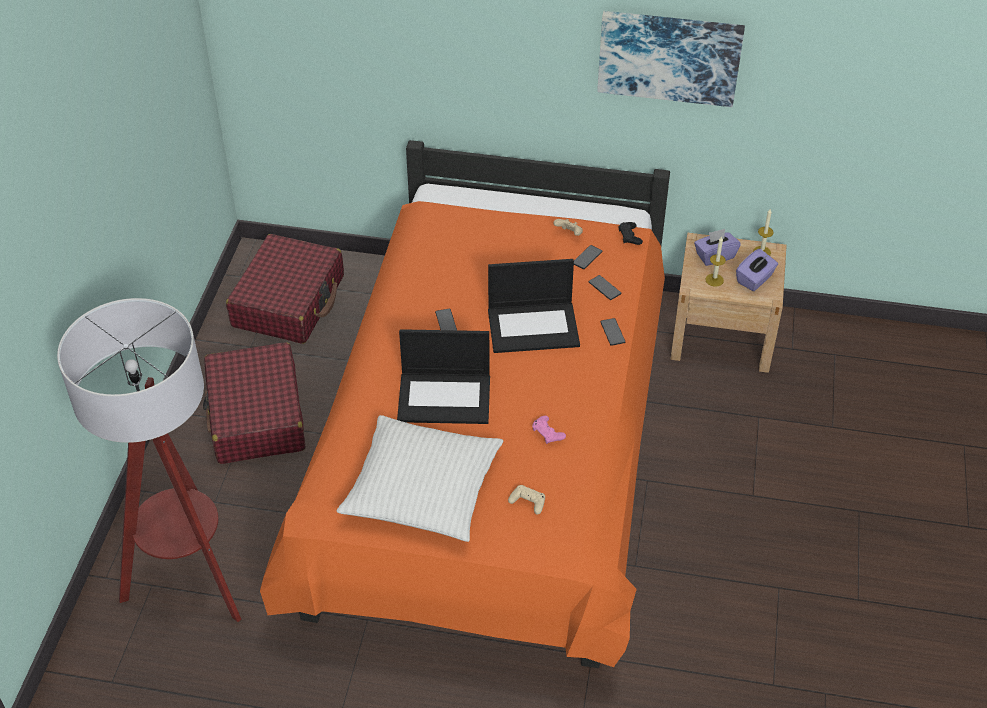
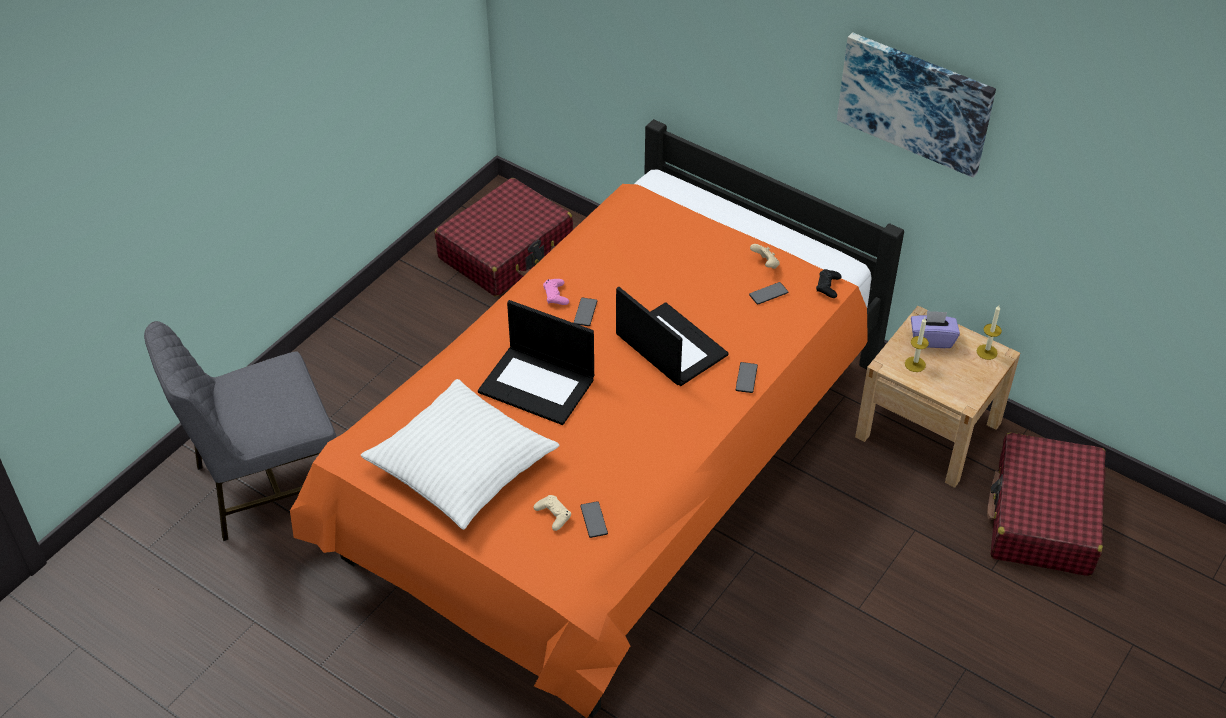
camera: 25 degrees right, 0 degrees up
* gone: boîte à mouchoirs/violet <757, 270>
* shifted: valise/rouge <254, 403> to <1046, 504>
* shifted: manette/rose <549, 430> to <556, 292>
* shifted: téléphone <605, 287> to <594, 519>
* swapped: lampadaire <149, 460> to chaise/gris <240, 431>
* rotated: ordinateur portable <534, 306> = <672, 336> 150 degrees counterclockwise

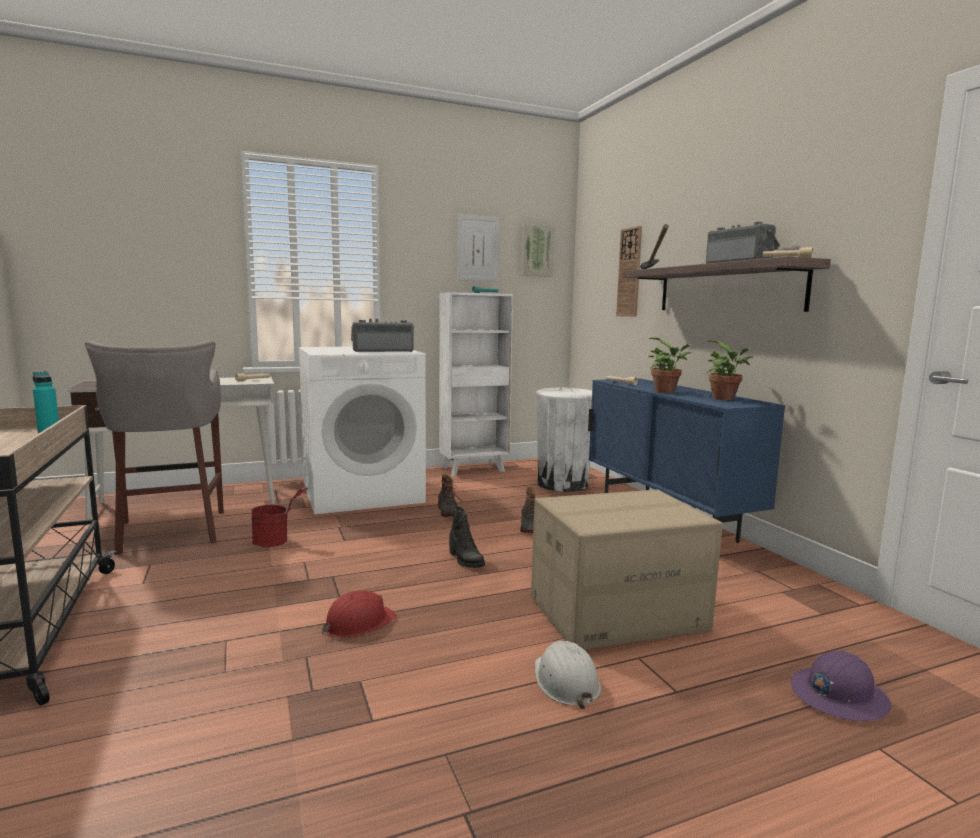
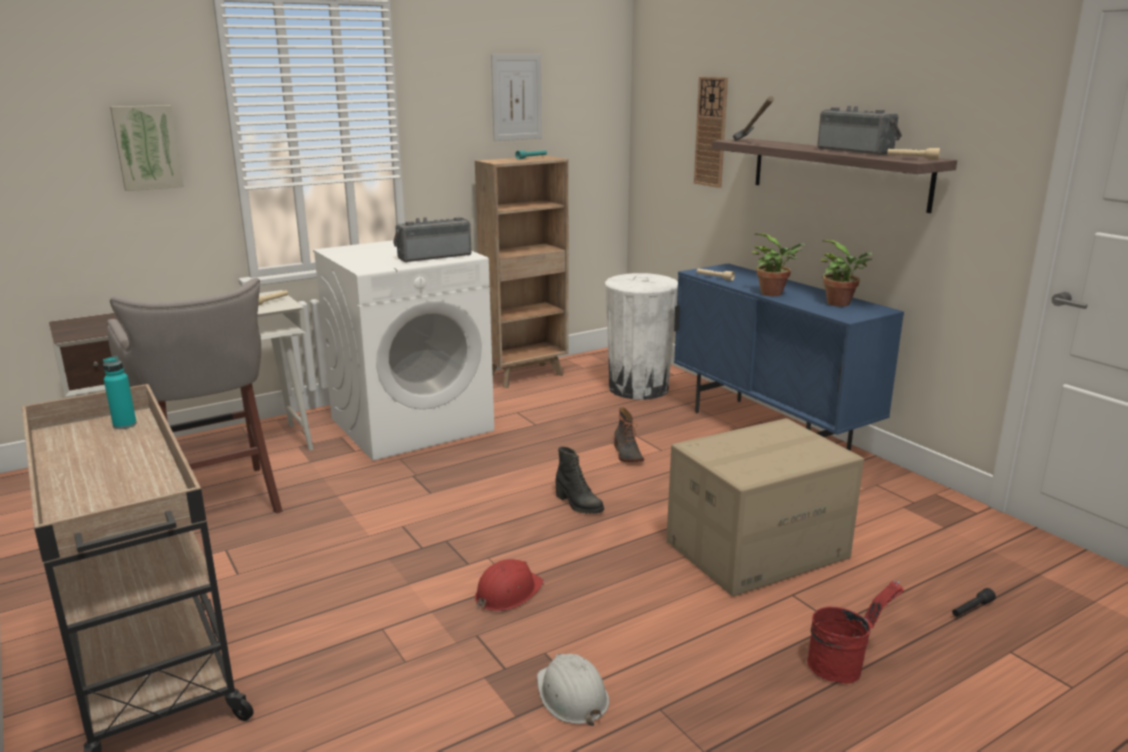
camera: 10 degrees left, 10 degrees up
* gone: botte <448, 496>
* shifted: seau/rouge <279, 517> to <855, 632>
* shifted: tableau <538, 250> to <147, 148>
* shifted: casque de chantier/blanc <568, 675> to <573, 690>
* swapped: casque de chantier/violet <841, 686> to lampe de poche/noir <974, 602>
* repainted: bibliothèque/blanc <476, 384> to bibliothèque/marron <521, 272>

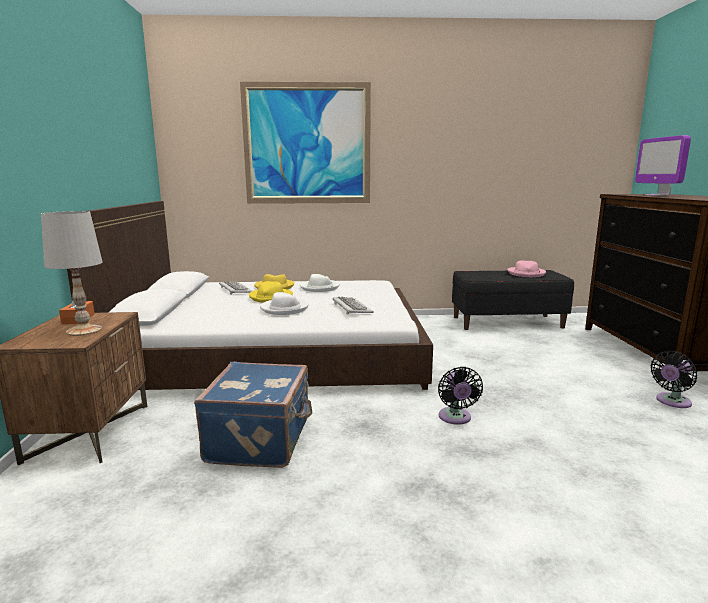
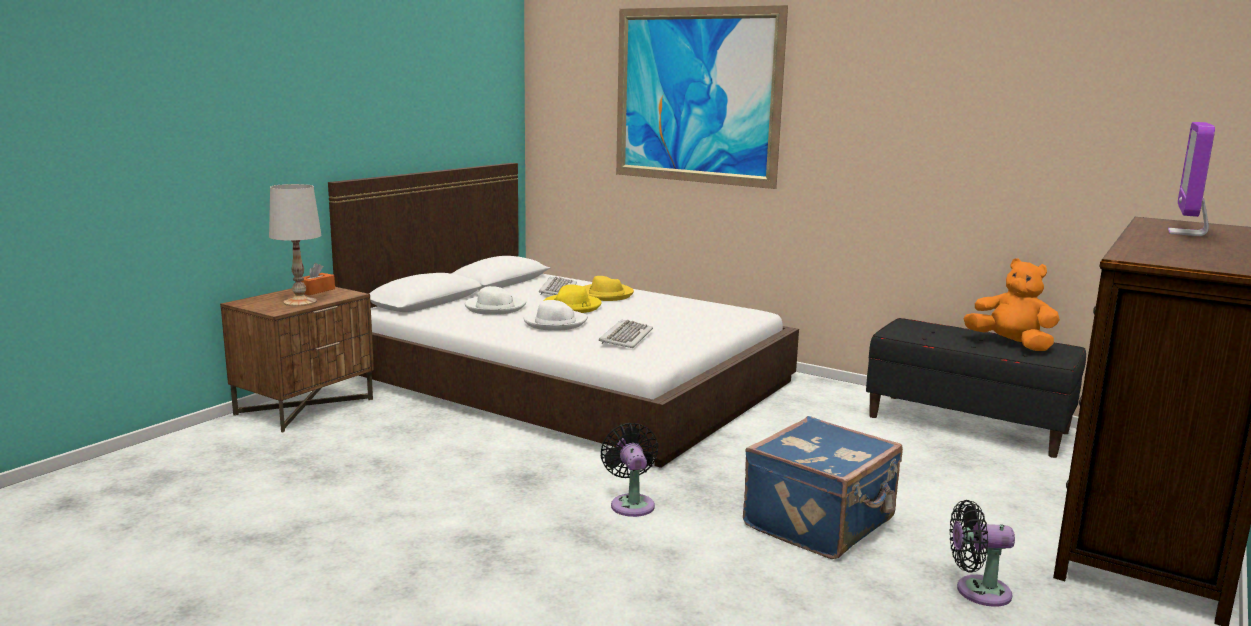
camera: 35 degrees right, 0 degrees up
* shifted: valise/bleu <253, 415> to <823, 487>
* shifted: chapeau/blanc <320, 283> to <495, 300>
* swapped: chapeau/rose <526, 268> to peluche/orange <1012, 304>
* rotated: ventilateur/noir <460, 396> = <630, 470> 135 degrees clockwise

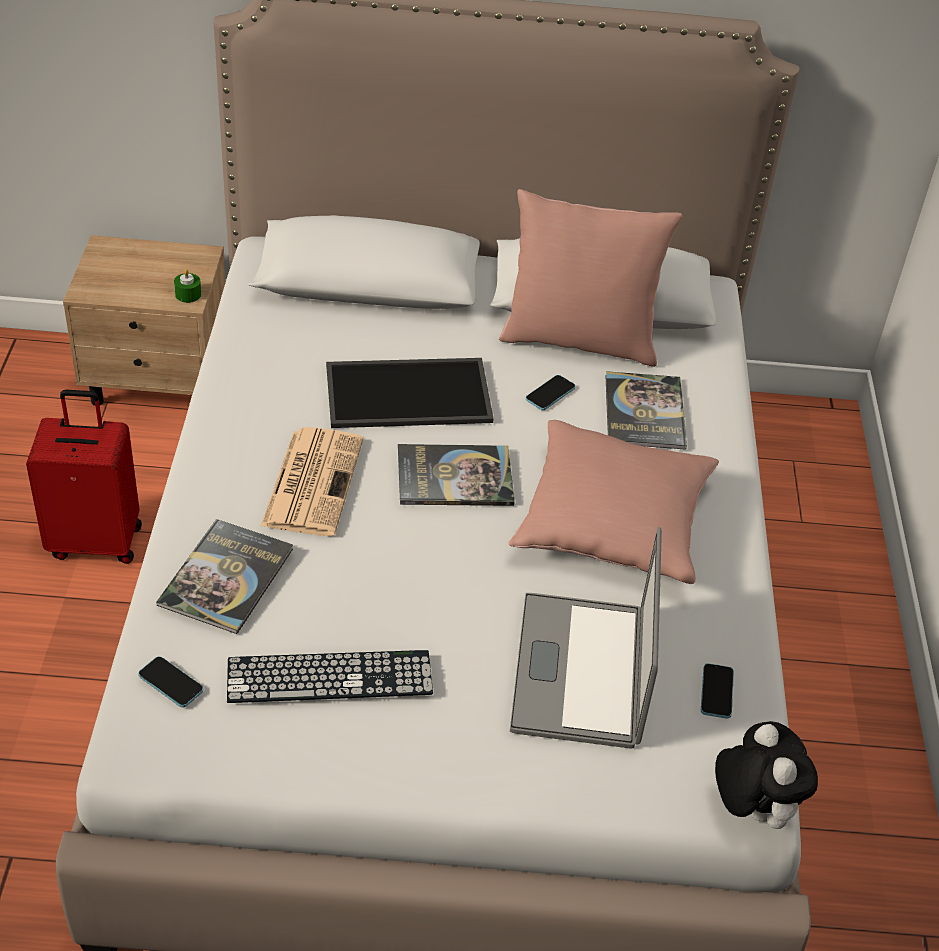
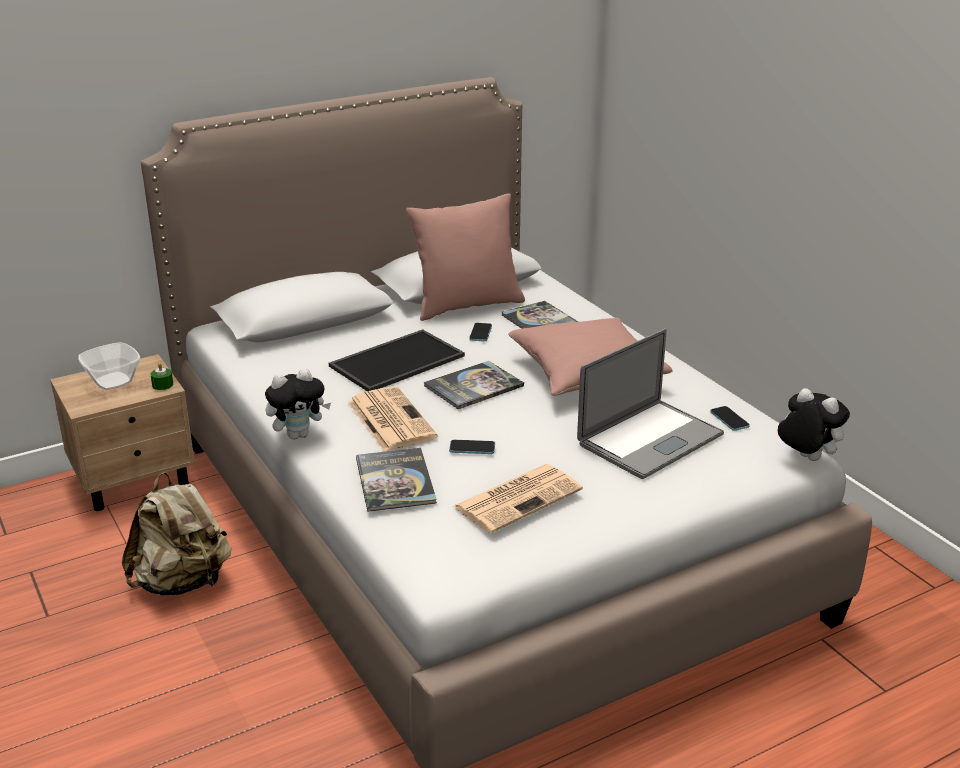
camera: 30 degrees left, 15 degrees down
* new: bol <109, 366>
* new: peluche <298, 404>
* shifted: téléphone <171, 682> to <472, 447>
* swapped: valise/rouge <84, 477> to sac à dos/beige <176, 534>
* swapped: clavier <330, 676> to journal <517, 498>
* rotated: ordinateur portable <586, 637> = <650, 404> 105 degrees counterclockwise

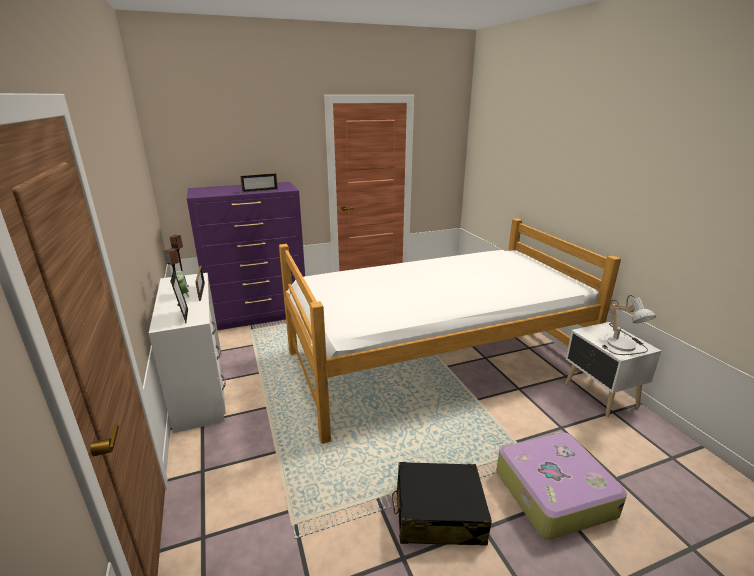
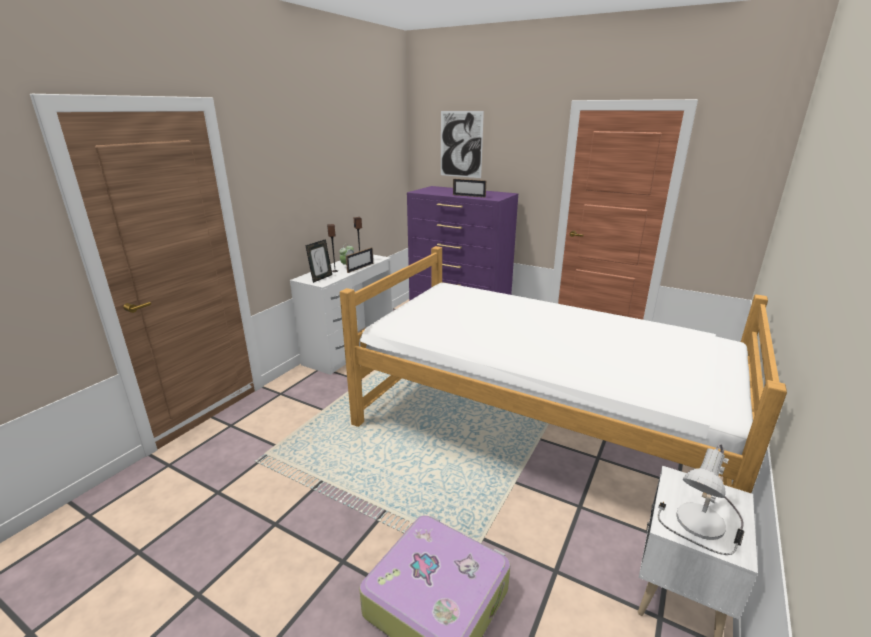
camera: 50 degrees right, 0 degrees up
* gone: valise/noir <442, 504>
* new: tableau <462, 144>

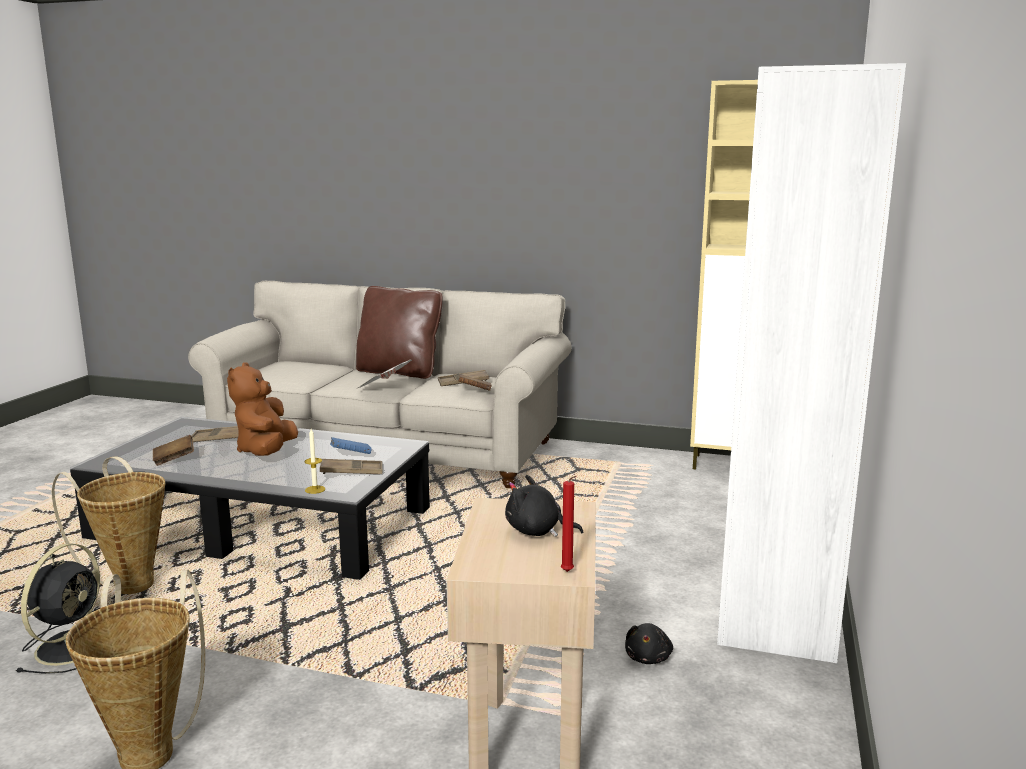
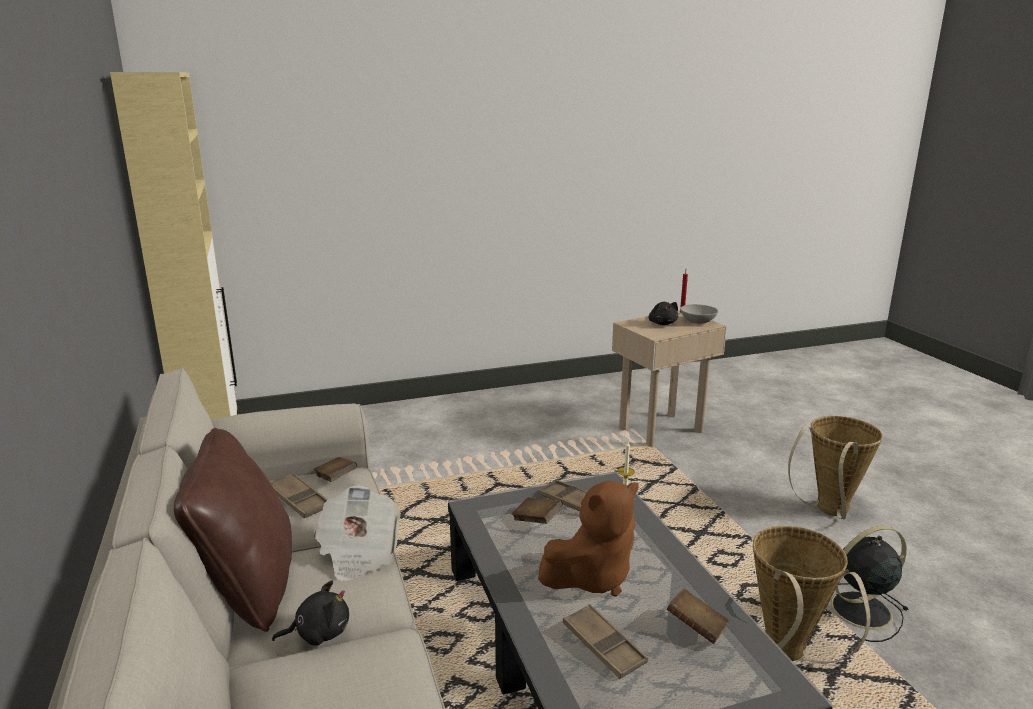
camera: 125 degrees left, 5 degrees up
* gone: bibliothèque/blanc <811, 363>
* new: bol/gris <699, 314>
* shifted: peluche/noir <649, 643> to <310, 613>
* repainted: livre/bleu <351, 445> to livre/marron <537, 510>

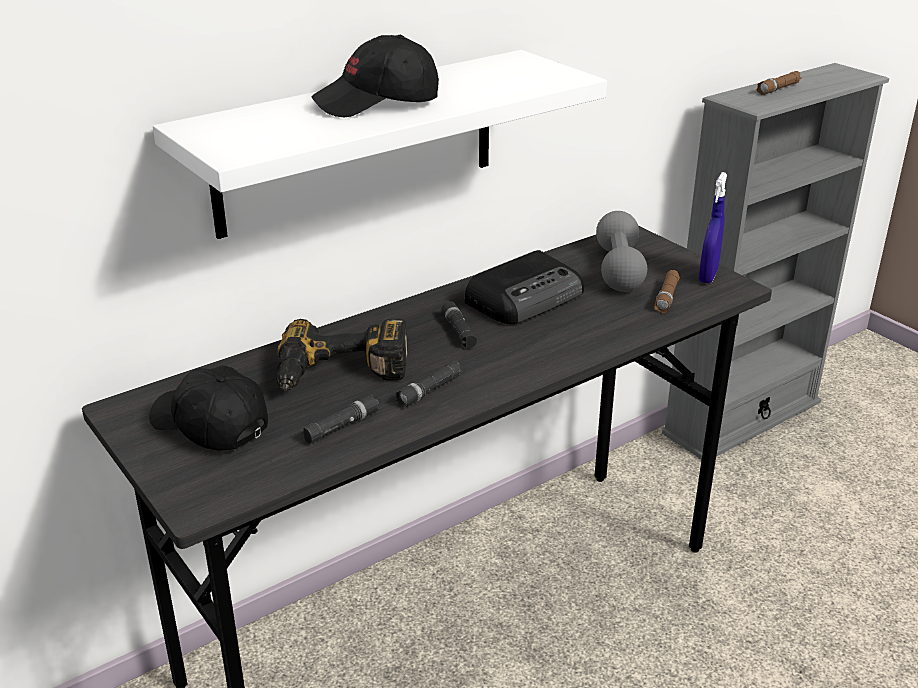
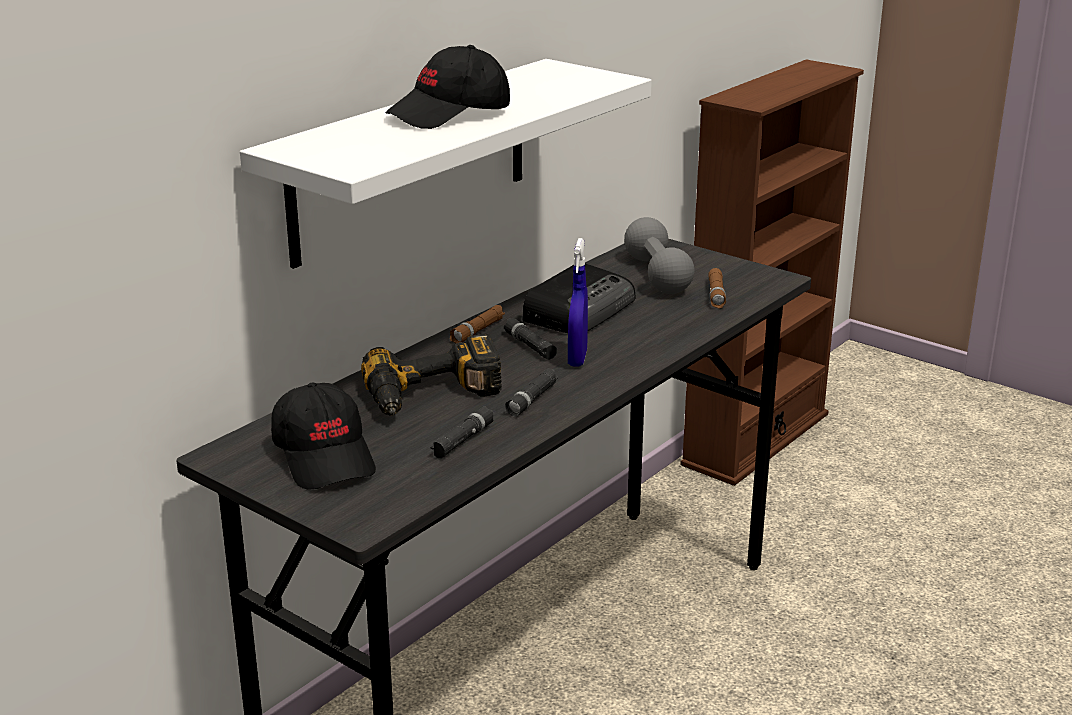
camera: 15 degrees left, 5 degrees down
* shifted: vaporisateur/bleu <713, 227> to <578, 302>
* shifted: lampe de poche/marron <779, 83> to <477, 324>
* repainted: bibliothèque/gris <775, 261> to bibliothèque/marron <772, 272>
* rotated: casquette/noir <208, 408> = <323, 436> 135 degrees counterclockwise

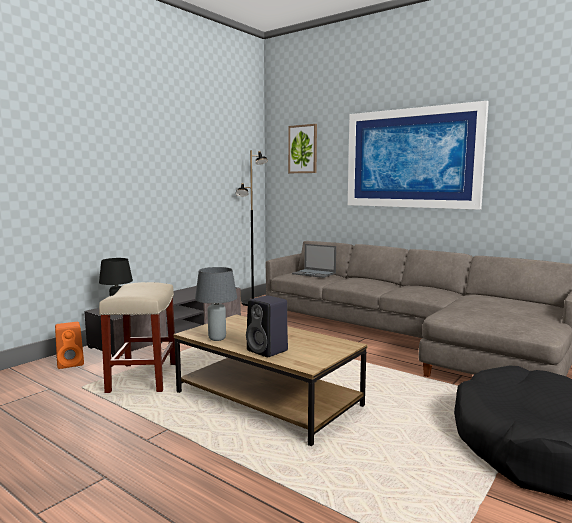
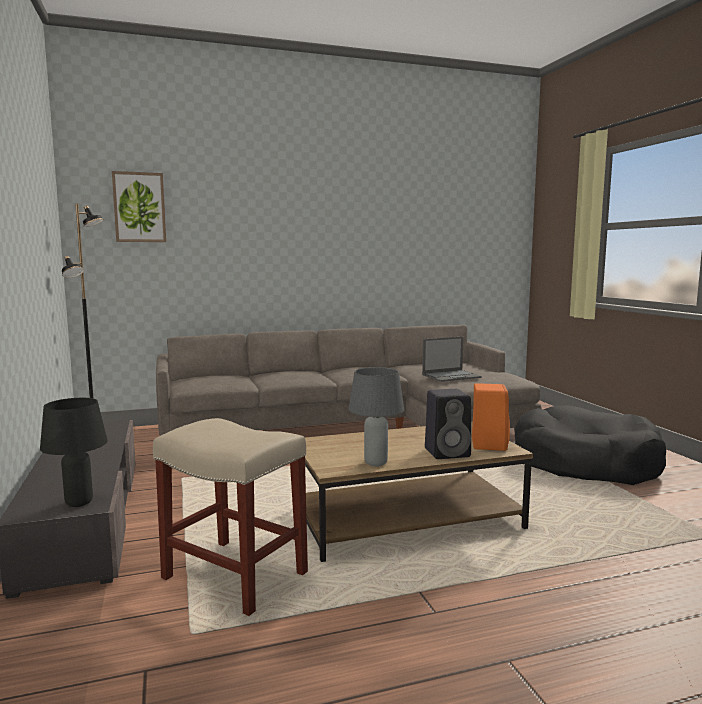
camera: 55 degrees left, 0 degrees up
* gone: tableau <418, 155>
* shifted: enceinte/orange <69, 345> to <491, 417>
* shifted: ordinateur portable <314, 261> to <452, 359>

